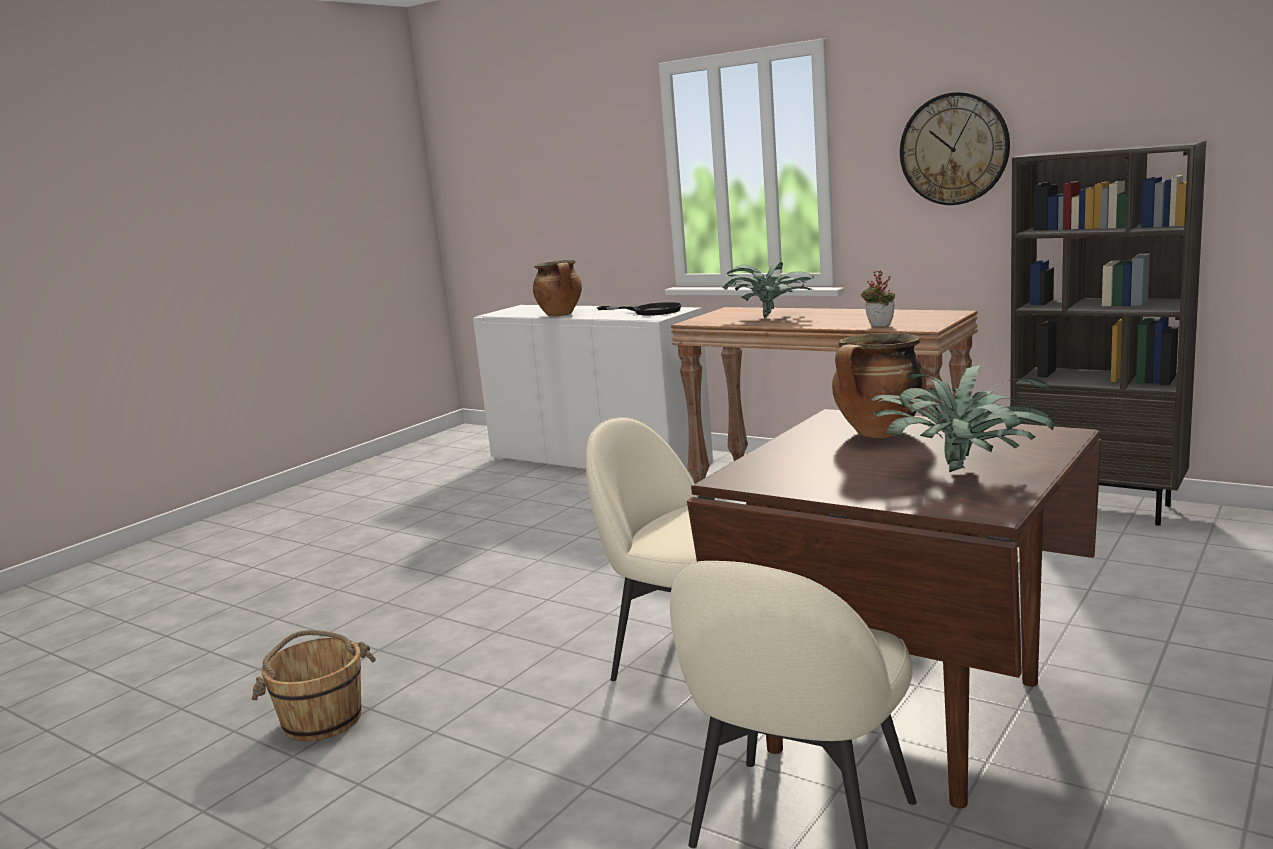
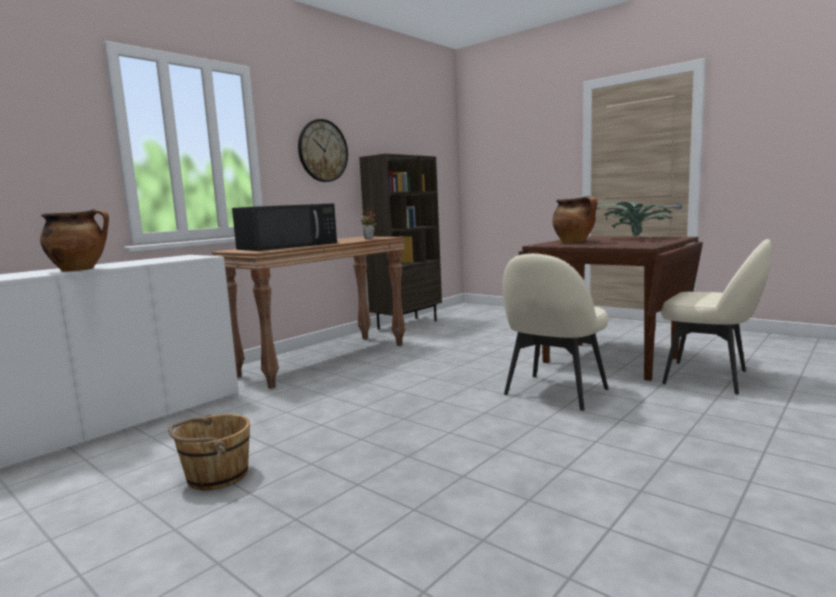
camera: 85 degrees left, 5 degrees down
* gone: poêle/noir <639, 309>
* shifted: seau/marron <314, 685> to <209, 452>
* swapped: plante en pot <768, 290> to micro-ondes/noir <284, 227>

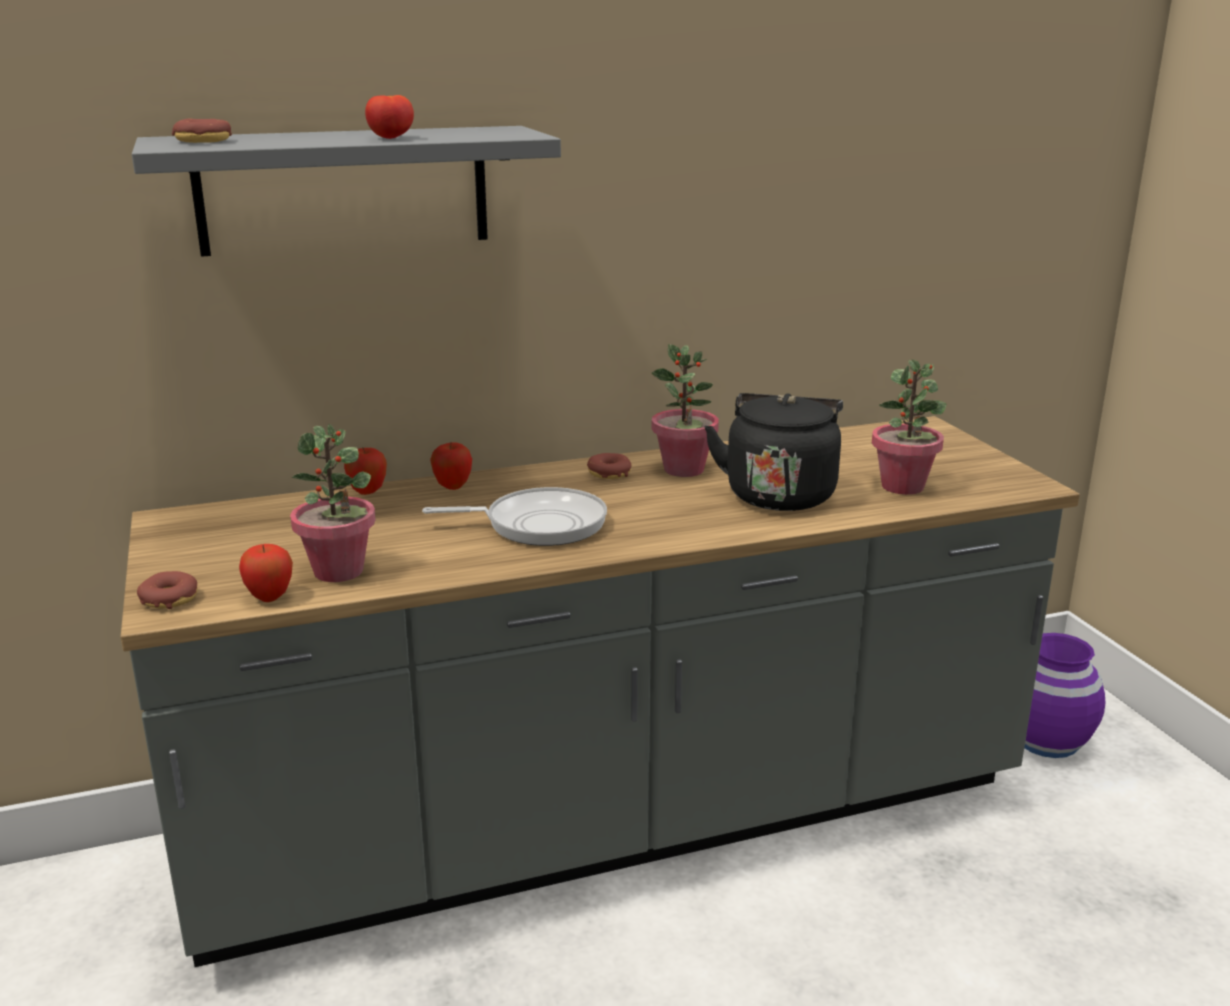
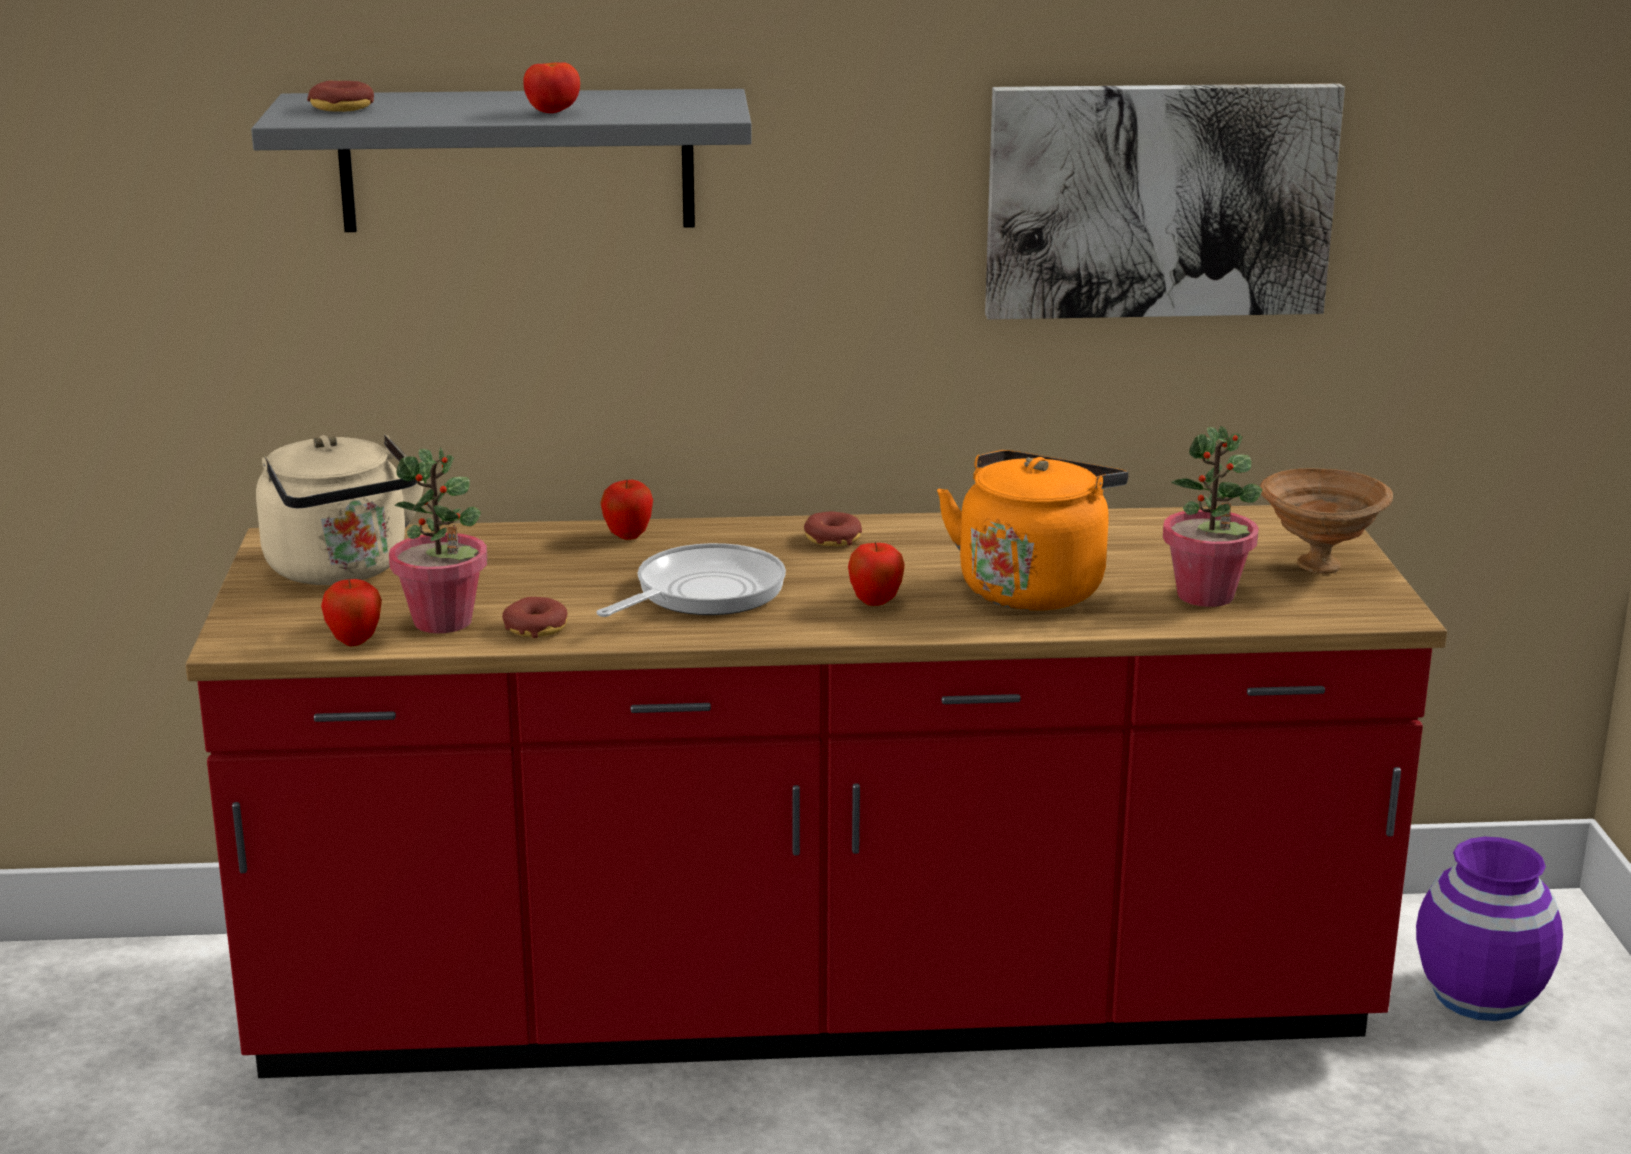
camera: 15 degrees right, 0 degrees up
* gone: plante en pot <685, 410>
* new: bouilloire/beige <340, 509>
* new: tableau <1165, 201>
* new: bol/marron <1326, 521>
* shifted: beignet <167, 590> to <534, 617>
* shifted: pomme <365, 471> to <876, 574>
* repainted: comptoir de cuisine/gris <600, 691> to comptoir de cuisine/rouge <816, 791>
* repainted: bouilloire/noir <773, 452> to bouilloire/orange <1032, 530>
* rotated: poêle <514, 516> = <691, 580> 60 degrees counterclockwise

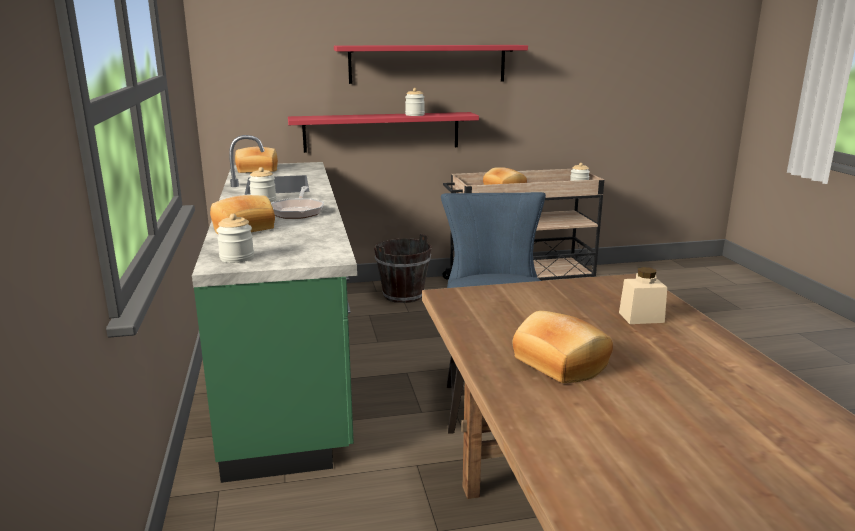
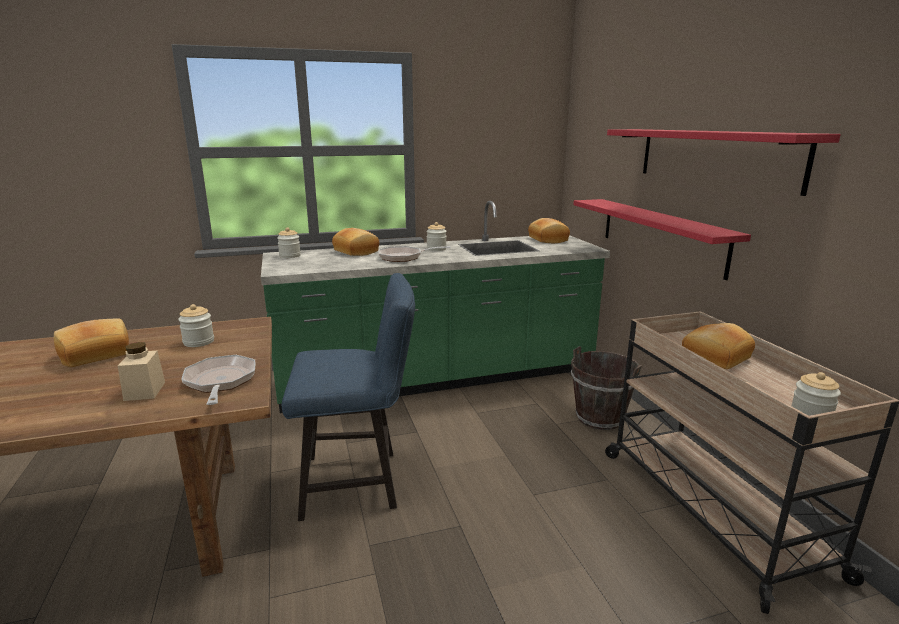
camera: 85 degrees right, 0 degrees up
* new: poêle <218, 380>
* shifted: bocal <415, 102> to <196, 325>

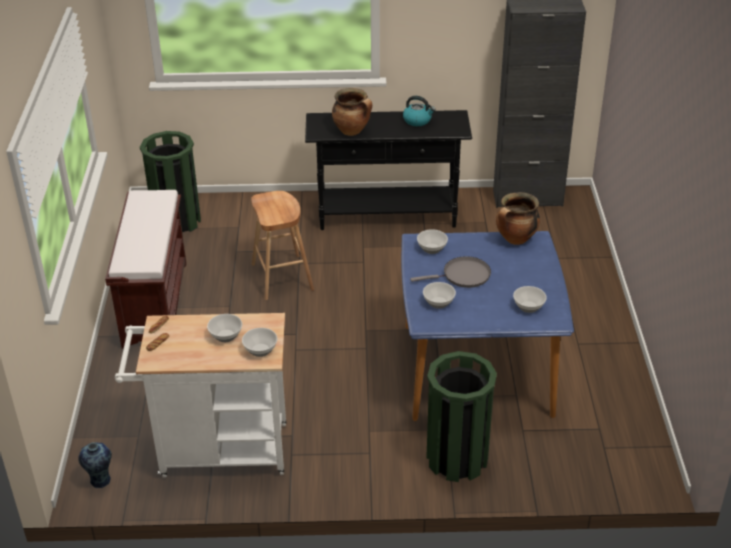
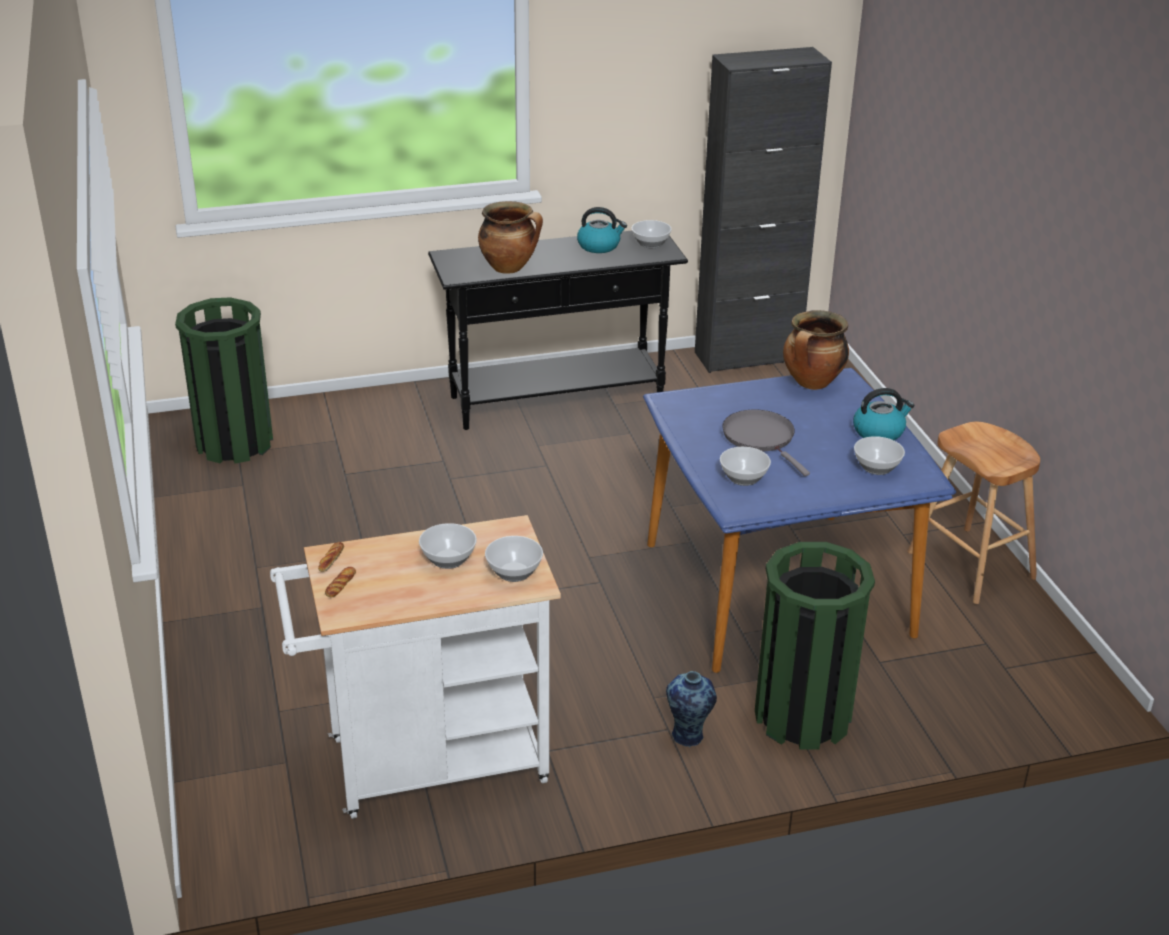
camera: 15 degrees left, 5 degrees down
* gone: banc/marron <146, 269>
* new: bouilloire <883, 414>
* shifted: vase <95, 465> to <691, 709>
* shifted: tabouret/marron <282, 245> to <973, 513>
* shifted: bol <432, 241> to <652, 234>
* rotated: poêle/gris <450, 272> = <766, 443> 90 degrees counterclockwise

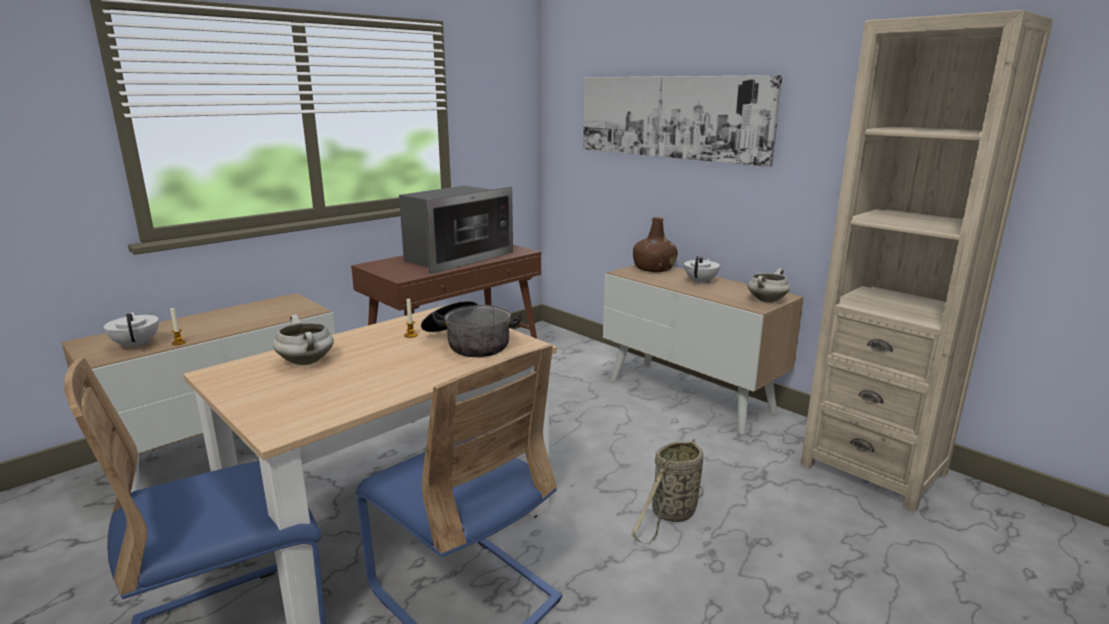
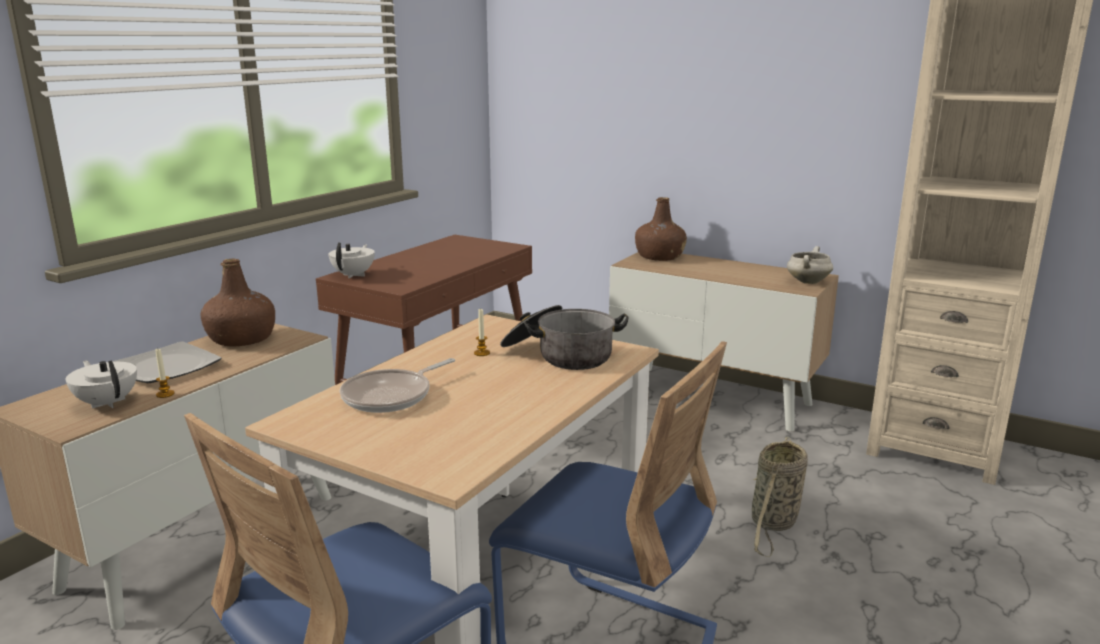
camera: 15 degrees left, 0 degrees up
* gone: micro-ondes <456, 230>
* gone: tableau <682, 121>
* new: assiette <167, 362>
* new: bouteille/marron <238, 303>
* shifted: théière/blanc <702, 270> to <351, 260>
* swapped: marmite/blanc <303, 339> to poêle <397, 385>

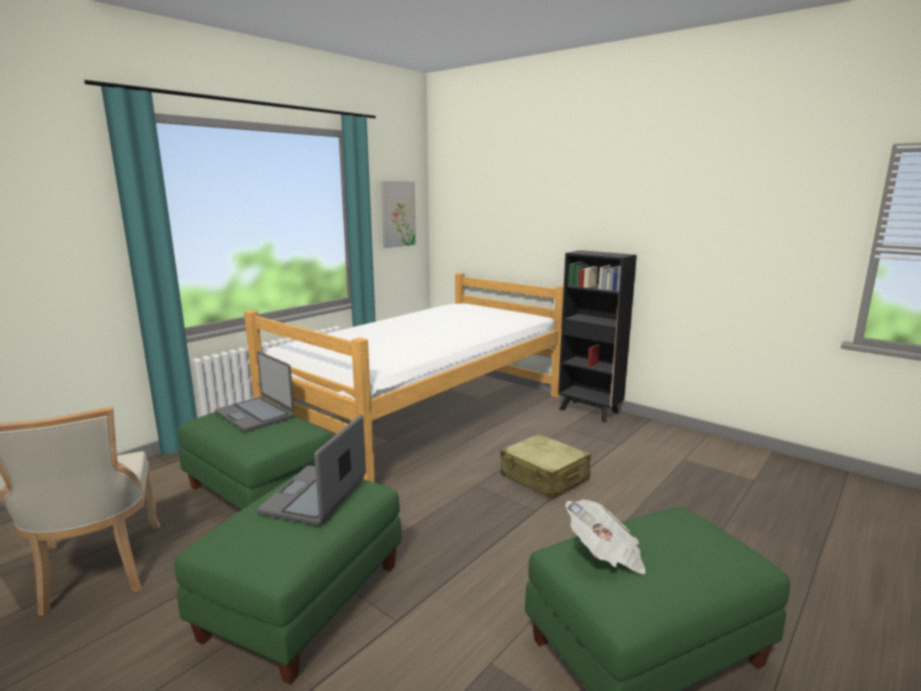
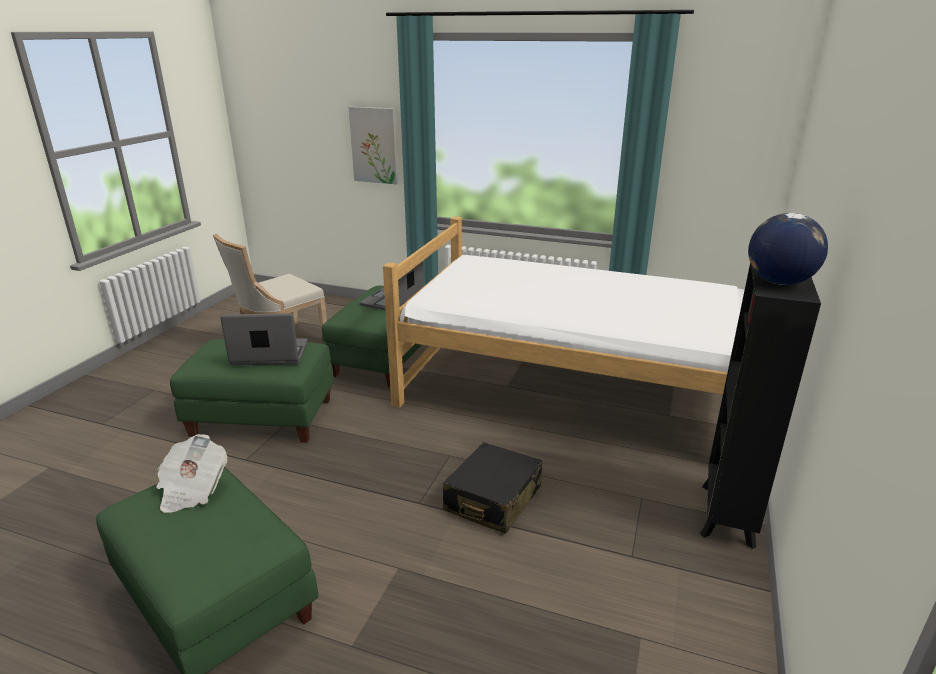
camera: 70 degrees right, 10 degrees up
* new: globe <788, 249>
* shifted: tableau <398, 214> to <373, 145>
* repainted: valise/beige <545, 466> to valise/noir <492, 488>

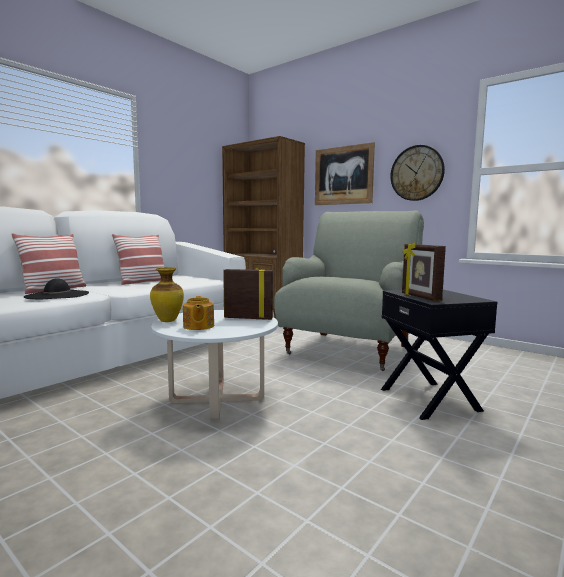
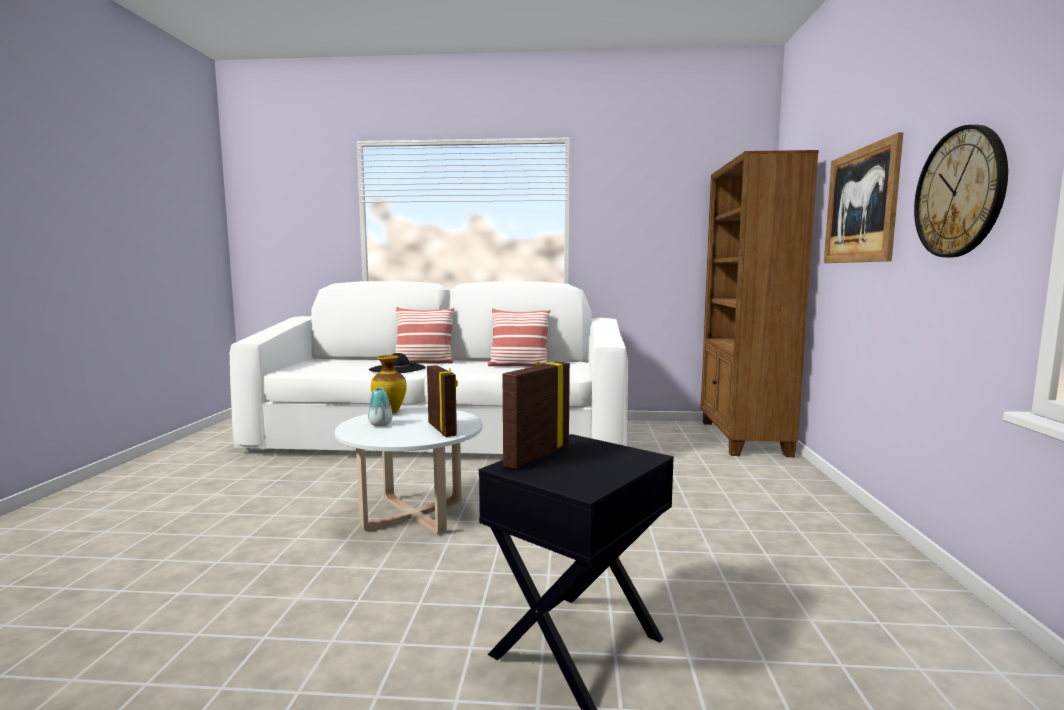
camera: 55 degrees right, 0 degrees up
* gone: fauteuil/gris <349, 291>
* swapped: théière <198, 313> to vase <380, 407>

